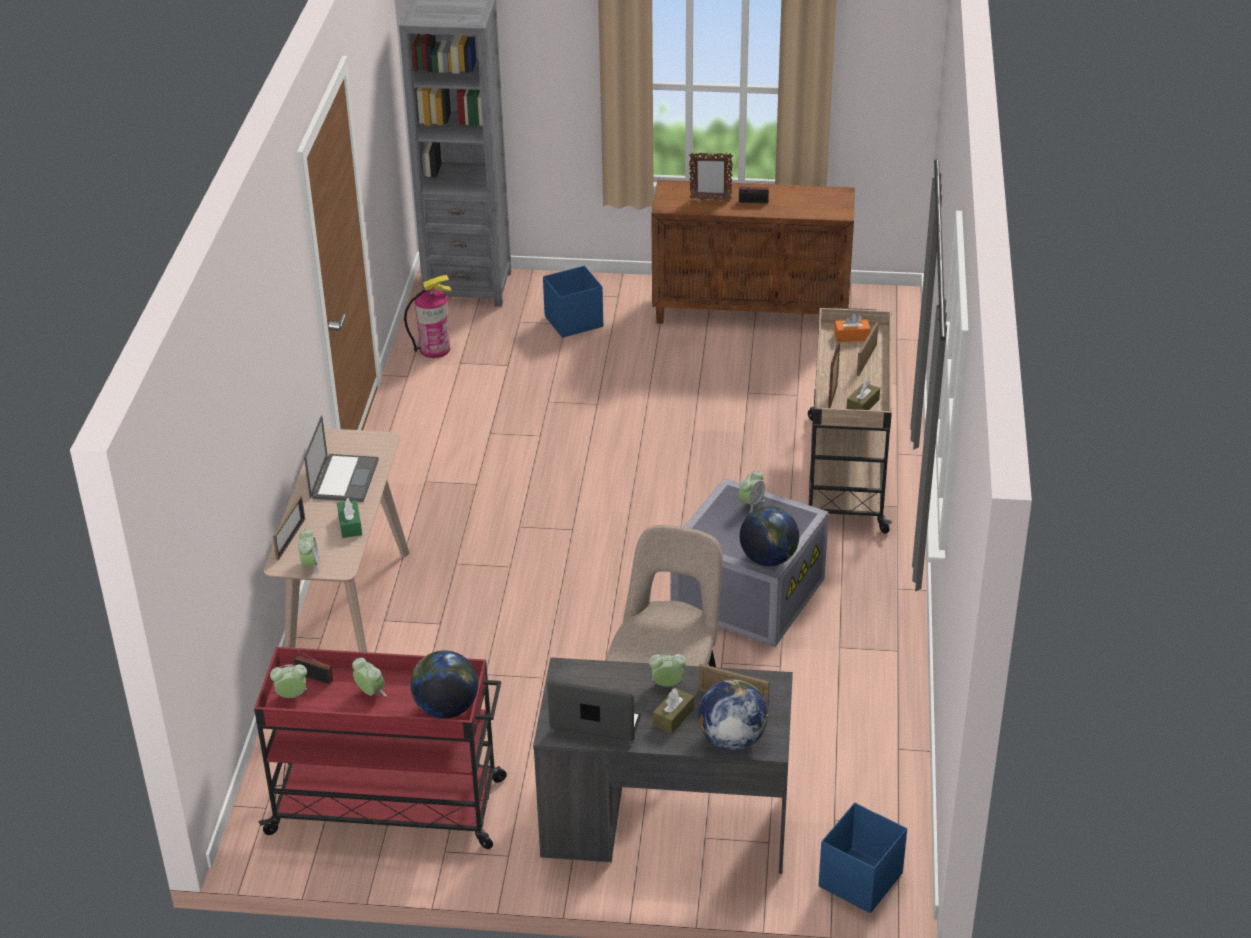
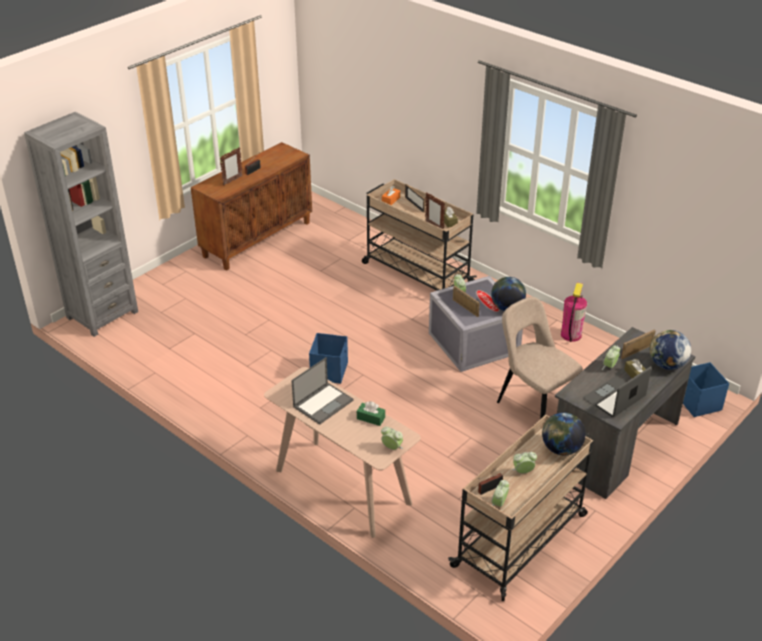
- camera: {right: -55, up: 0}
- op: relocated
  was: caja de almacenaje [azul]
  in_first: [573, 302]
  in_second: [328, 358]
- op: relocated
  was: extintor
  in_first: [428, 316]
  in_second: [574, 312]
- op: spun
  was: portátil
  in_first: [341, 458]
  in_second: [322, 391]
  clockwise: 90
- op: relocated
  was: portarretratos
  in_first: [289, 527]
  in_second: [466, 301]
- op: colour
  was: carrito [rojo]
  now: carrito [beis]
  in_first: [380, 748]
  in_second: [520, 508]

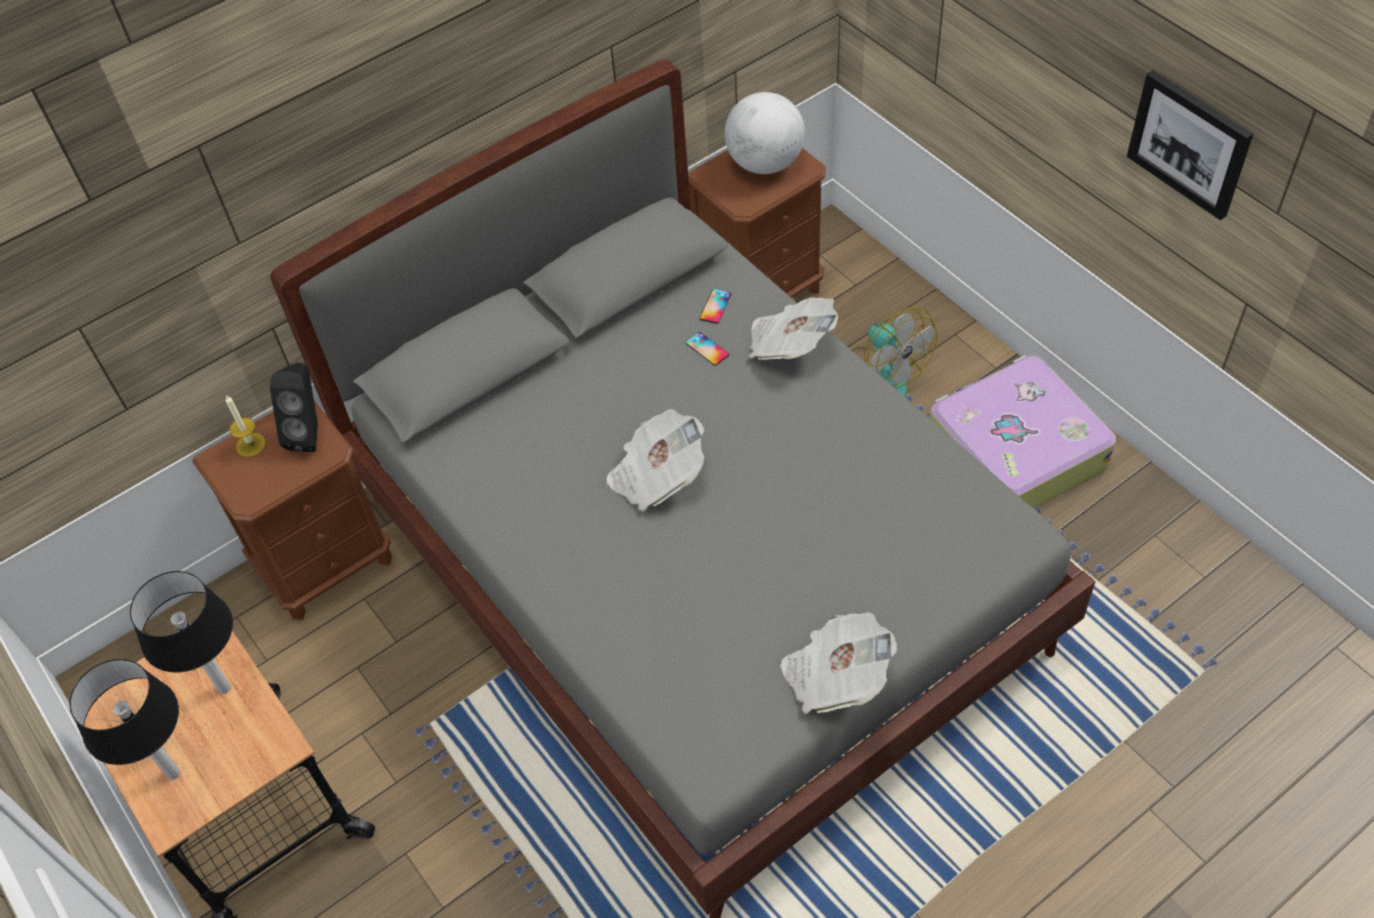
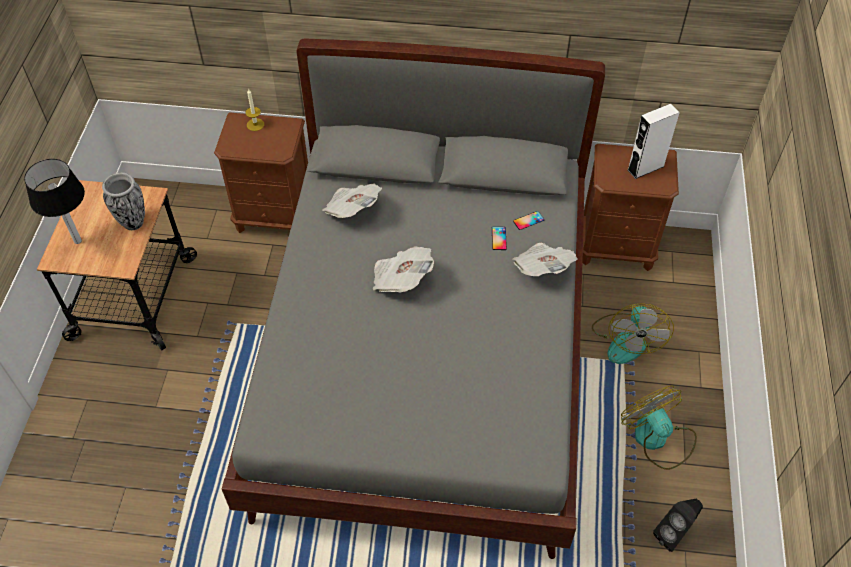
- camera: {right: 40, up: 0}
- op: missing
  was: cuadro
  in_first: [1190, 145]
- op: exchanged
  was: globo terráqueo
  now: altavoz [blanco]
  in_first: [765, 133]
  in_second: [654, 141]
- op: exchanged
  was: maleta
  now: ventilador
  in_first: [1023, 432]
  in_second: [659, 427]
- op: relocated
  was: altavoz [negro]
  in_first: [294, 407]
  in_second: [678, 525]
- op: exchanged
  was: lámpara de mesa
  now: florero
  in_first: [181, 632]
  in_second: [123, 201]
- op: relocated
  was: periódico
  in_first: [838, 662]
  in_second: [352, 201]

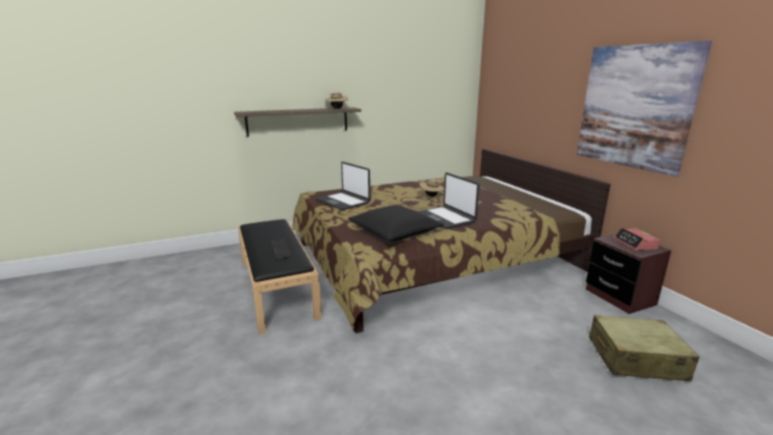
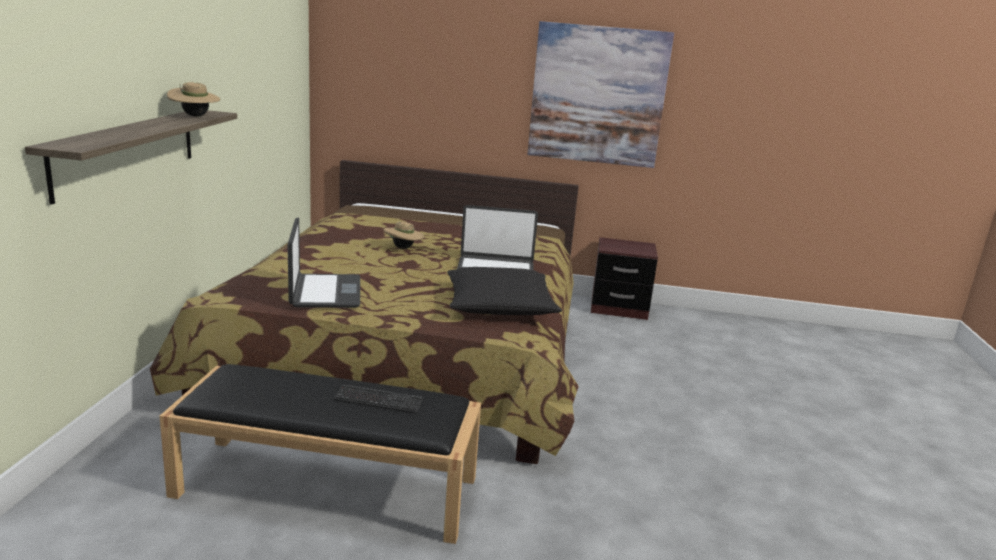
- camera: {right: -60, up: 0}
- op: spun
  was: portátil
  in_first: [343, 186]
  in_second: [323, 262]
  clockwise: -90
- op: missing
  was: despertador
  in_first: [637, 239]
- op: missing
  was: maleta [beis]
  in_first: [644, 348]

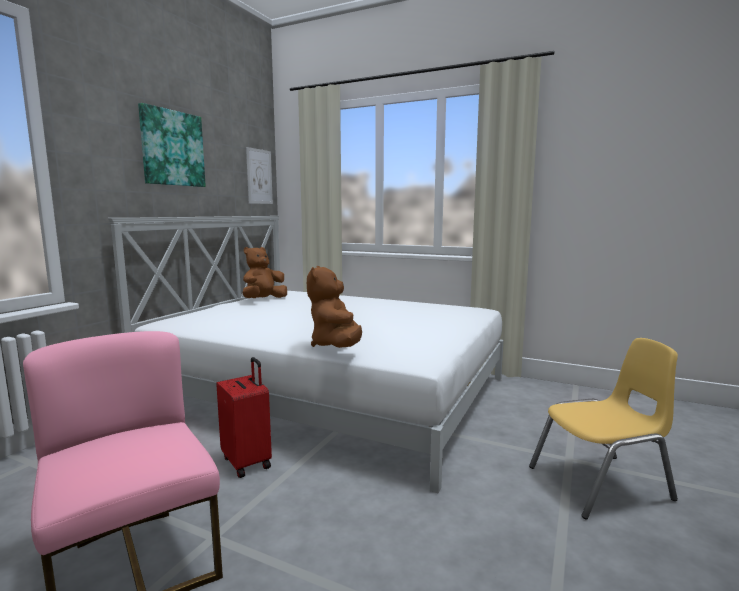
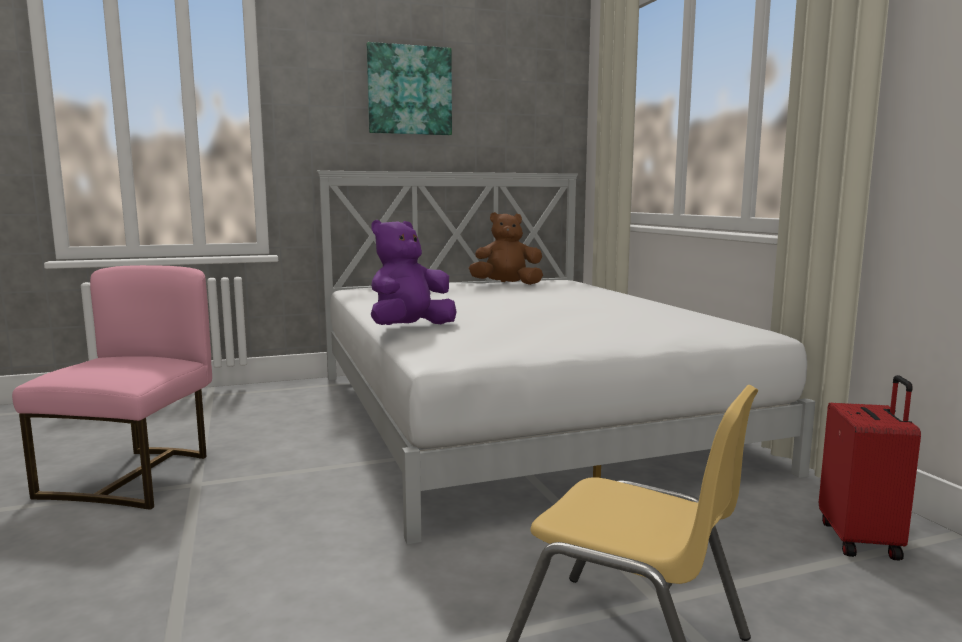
- camera: {right: 45, up: 0}
- op: missing
  was: cuadro
  in_first: [259, 175]
- op: colour
  was: peluche [marrón]
  now: peluche [morado]
  in_first: [334, 307]
  in_second: [414, 272]
- op: relocated
  was: maleta [rojo]
  in_first: [244, 417]
  in_second: [870, 468]

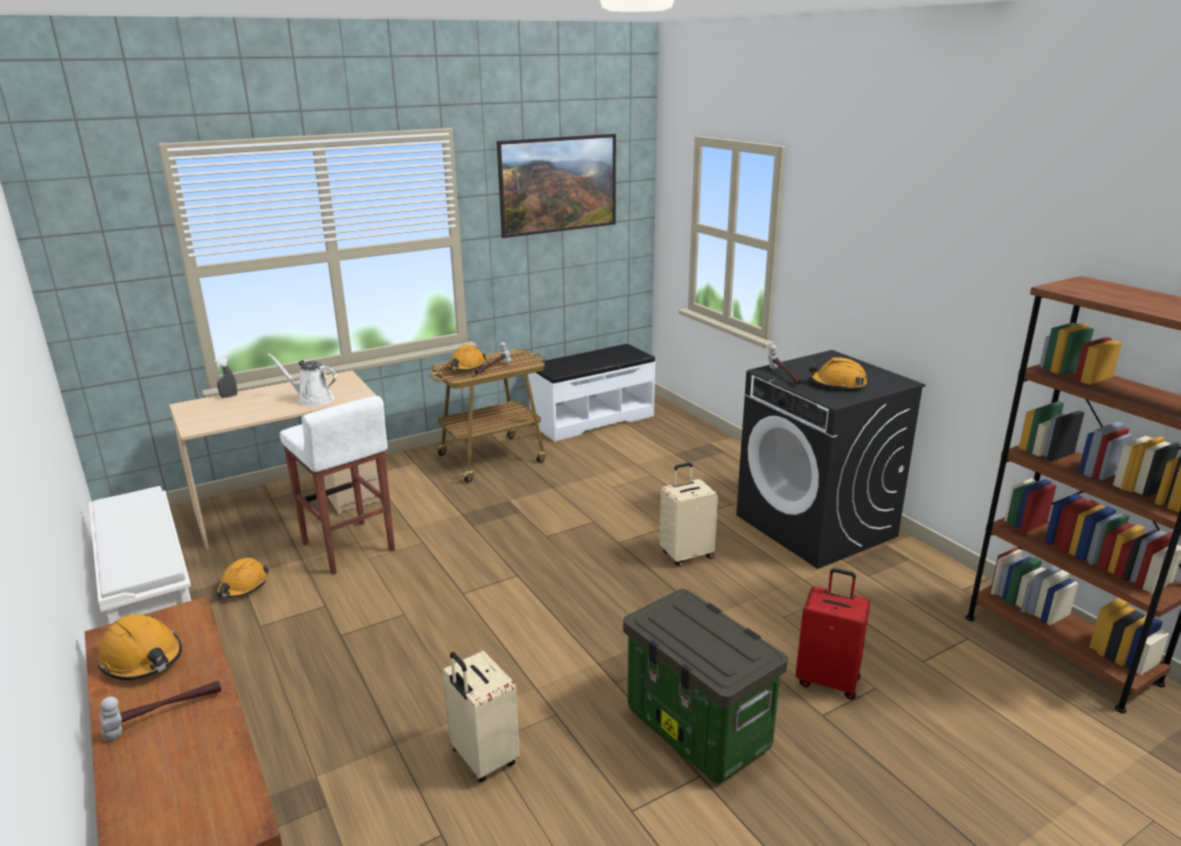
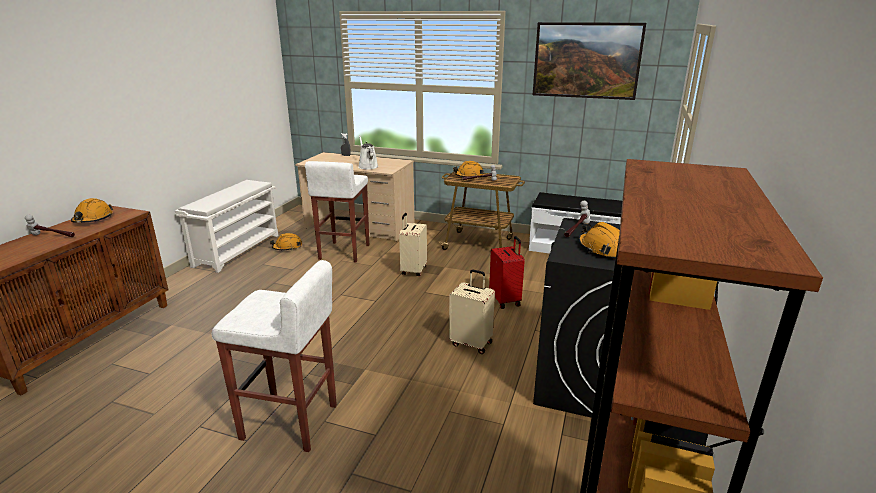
- camera: {right: 50, up: 0}
- op: relocated
  was: maleta [rojo]
  in_first: [833, 634]
  in_second: [507, 272]
- op: exchanged
  was: caja de almacenaje
  now: taburete [blanco]
  in_first: [705, 686]
  in_second: [274, 356]
- op: relocated
  was: maleta [beis]
  in_first: [481, 716]
  in_second: [413, 244]

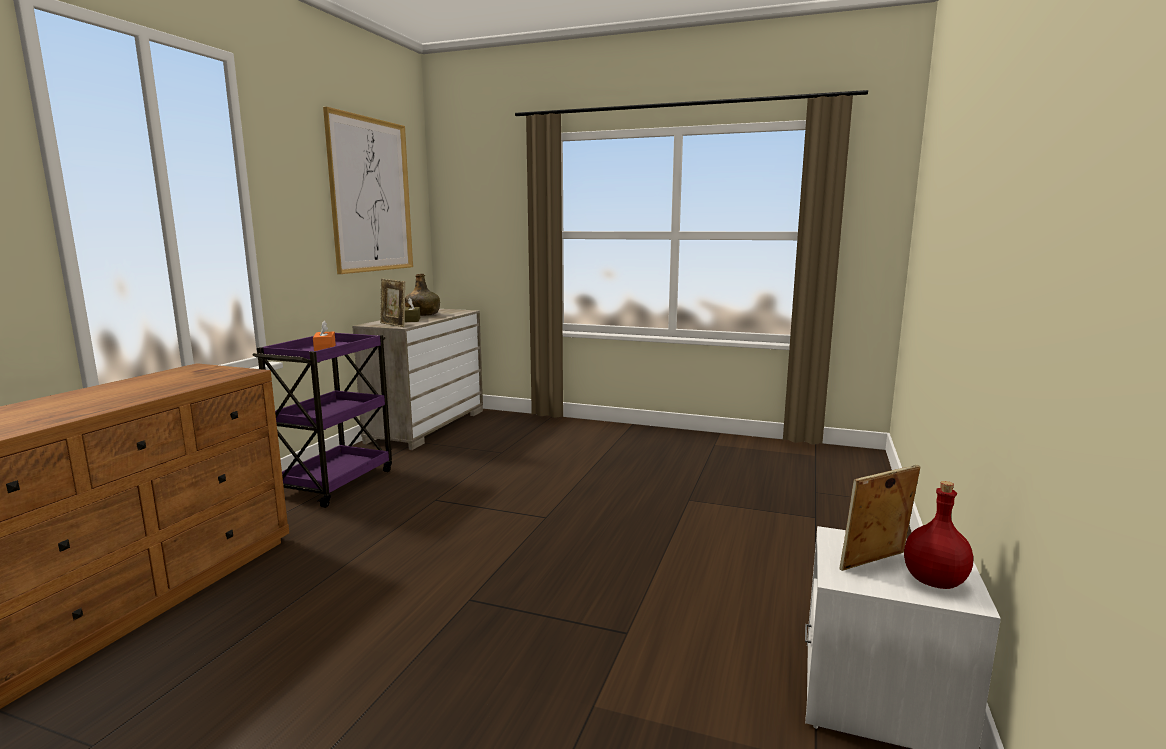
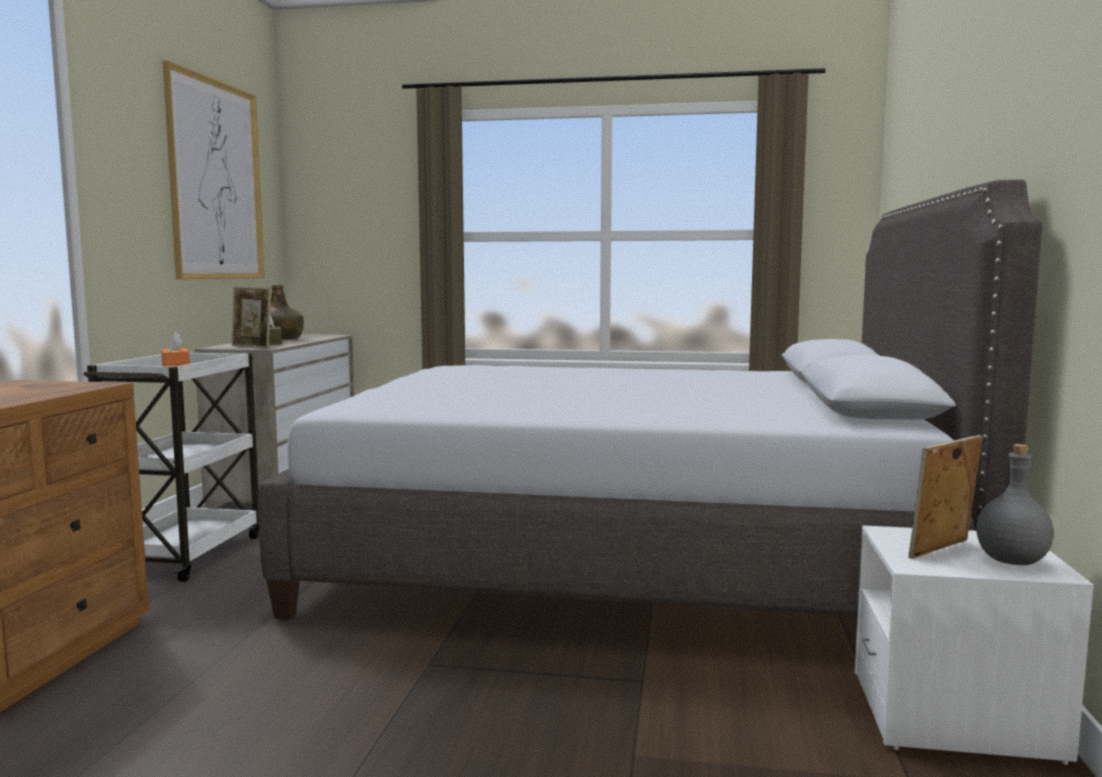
- camera: {right: -10, up: -5}
- op: colour
  was: carrito [morado]
  now: carrito [blanco]
  in_first: [322, 420]
  in_second: [171, 467]
- op: colour
  was: botella [rojo]
  now: botella [gris]
  in_first: [938, 535]
  in_second: [1015, 504]
- op: appeared
  now: cama [gris]
  in_second: [650, 400]

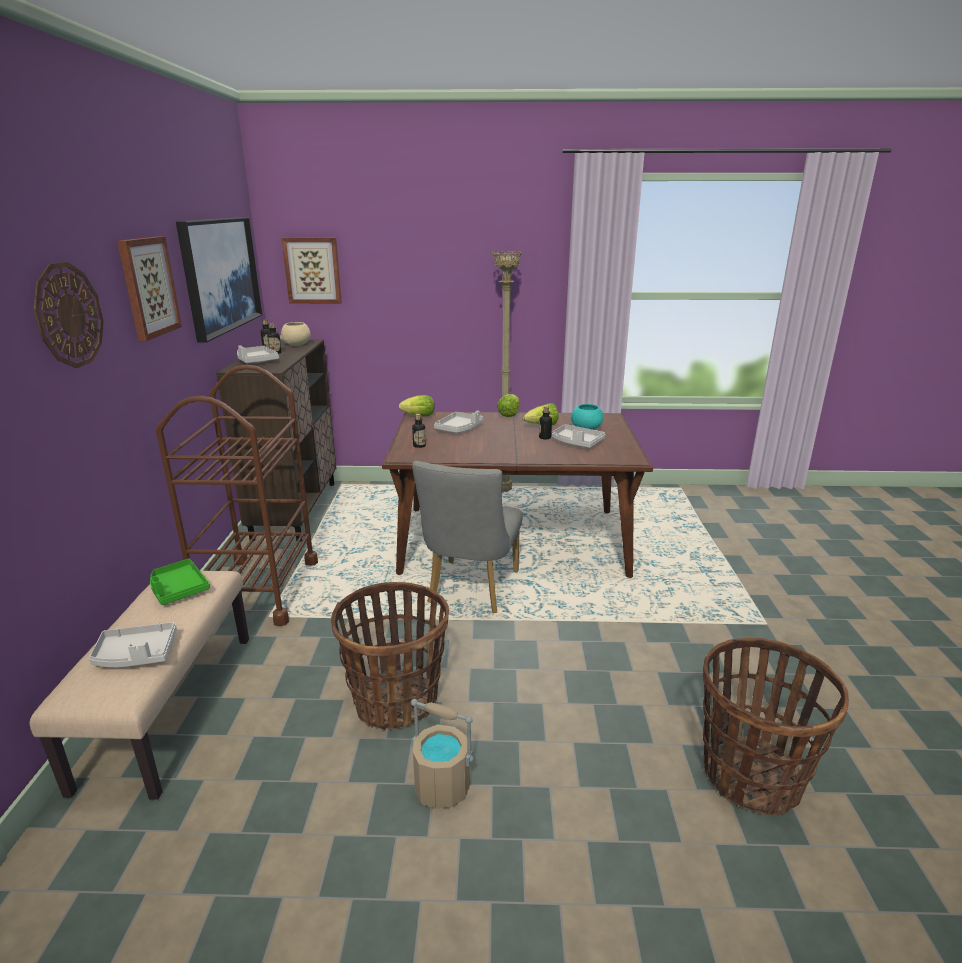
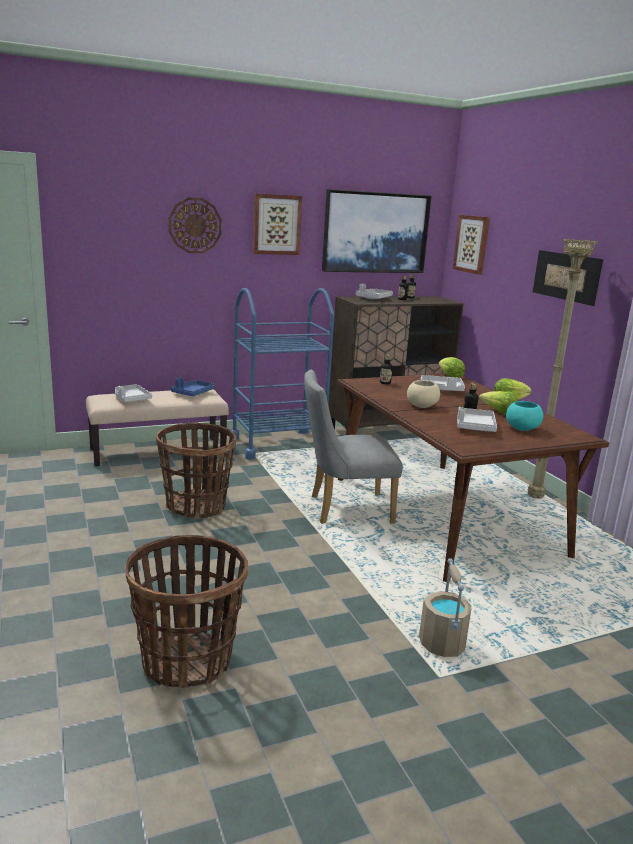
- camera: {right: 65, up: -5}
- op: relocated
  was: cuenco [beis]
  in_first: [295, 334]
  in_second: [423, 394]
- op: colour
  was: carrito [marrón]
  now: carrito [azul]
  in_first: [237, 495]
  in_second: [282, 374]
- op: colour
  was: bandeja [verde]
  now: bandeja [azul]
  in_first: [180, 582]
  in_second: [193, 386]
- op: relocated
  was: cubo [beis]
  in_first: [442, 754]
  in_second: [445, 607]
- op: appeared
  now: cuadro
  in_second: [568, 278]

